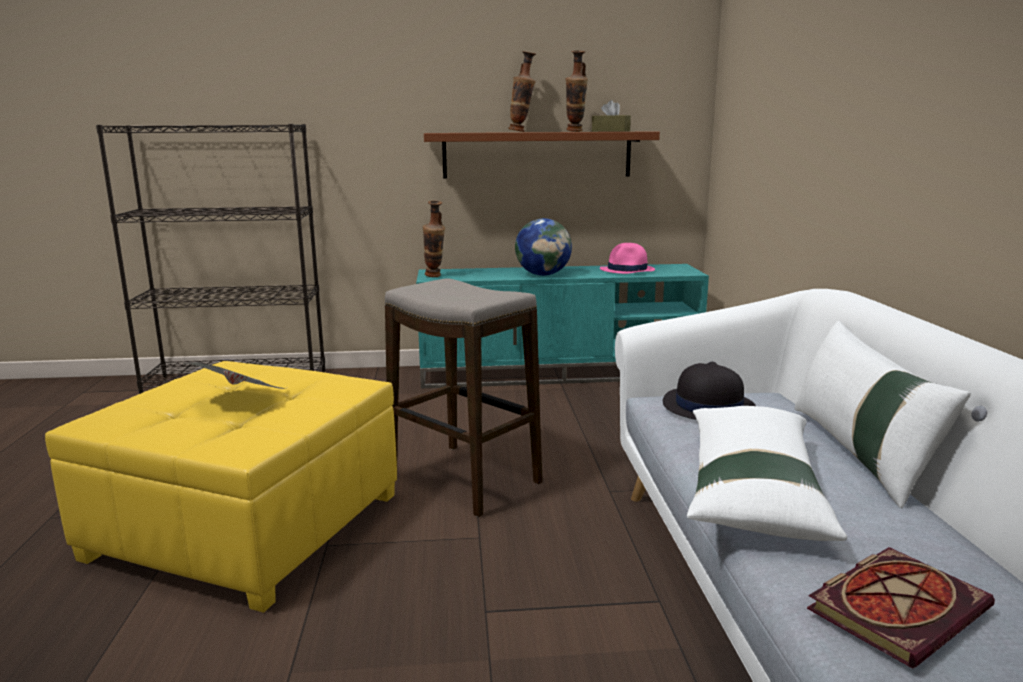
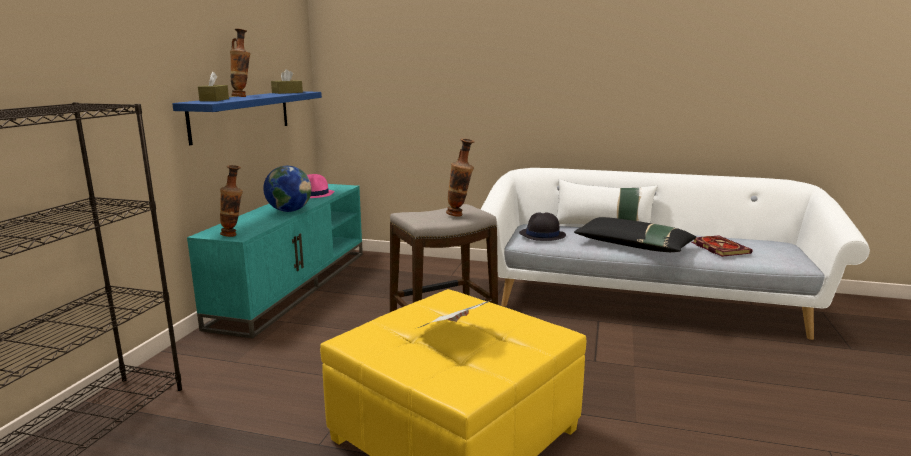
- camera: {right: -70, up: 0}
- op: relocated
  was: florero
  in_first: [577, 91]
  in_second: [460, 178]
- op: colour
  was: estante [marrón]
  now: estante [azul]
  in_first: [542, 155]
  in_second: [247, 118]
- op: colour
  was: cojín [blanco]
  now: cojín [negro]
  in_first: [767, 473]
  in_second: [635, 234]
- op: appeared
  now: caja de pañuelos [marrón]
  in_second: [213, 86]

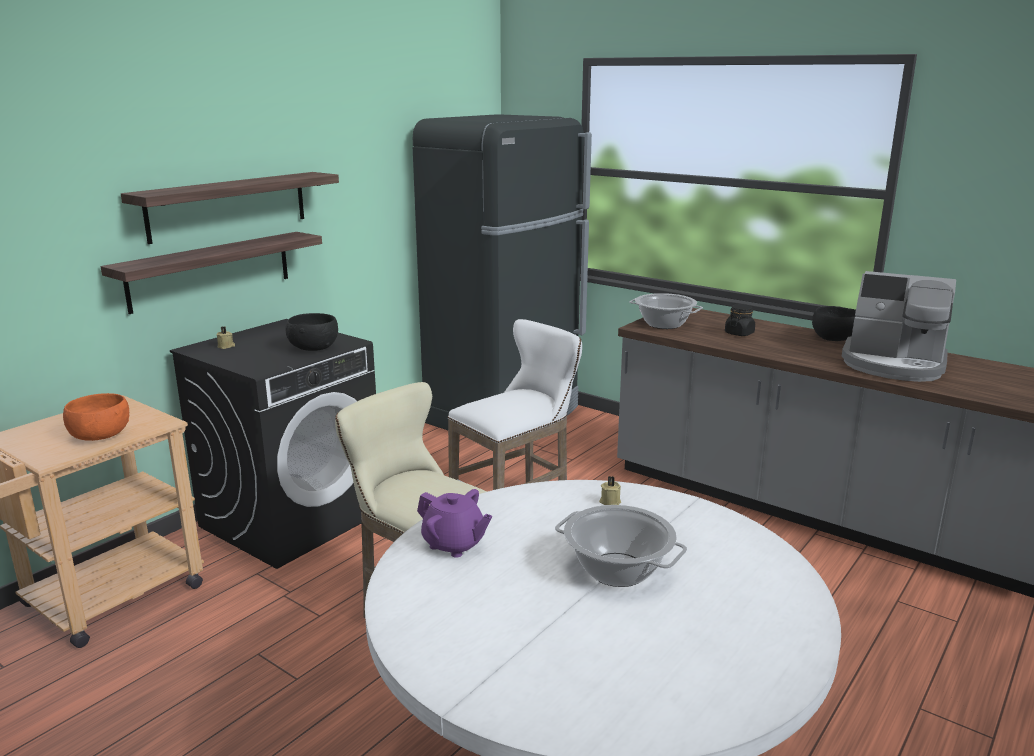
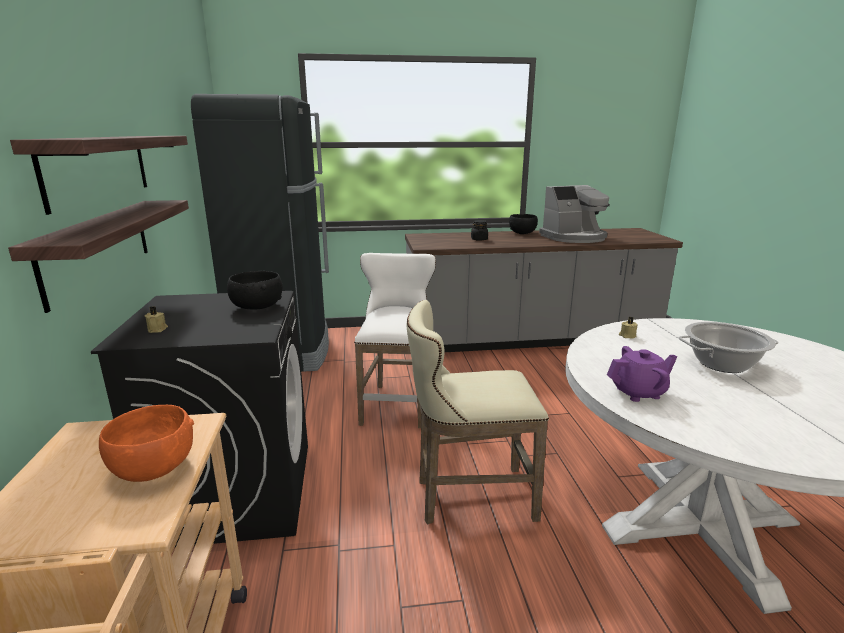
- camera: {right: -45, up: 0}
- op: missing
  was: olla
  in_first: [666, 311]

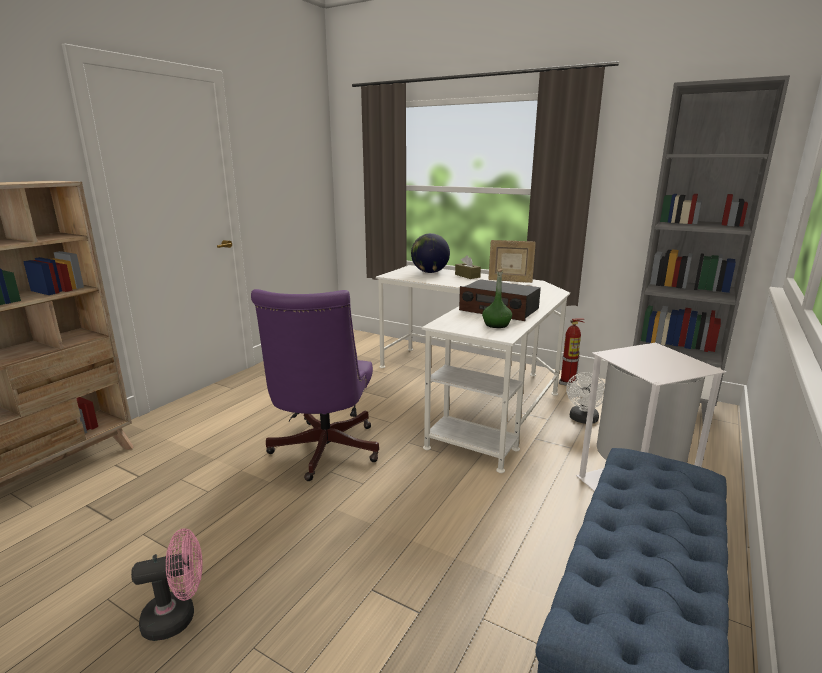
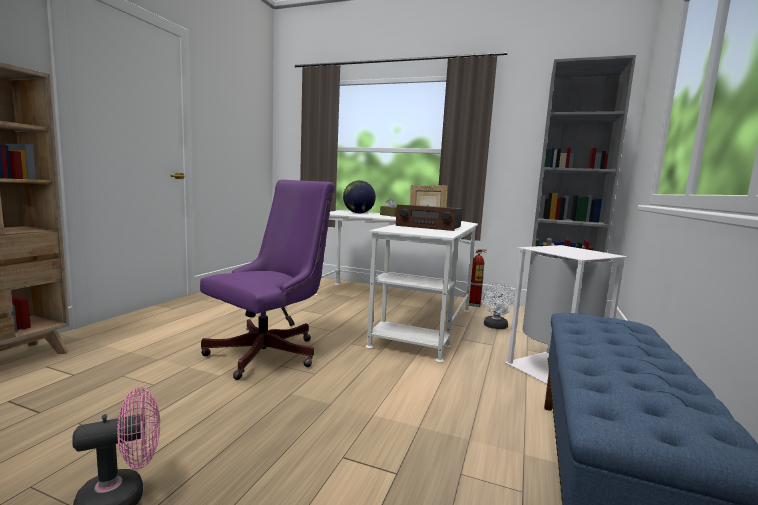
- camera: {right: -10, up: -10}
- op: missing
  was: botella [verde]
  in_first: [497, 298]
- op: spun
  was: silla de oficina [morado]
  in_first: [315, 385]
  in_second: [267, 280]
  clockwise: -135

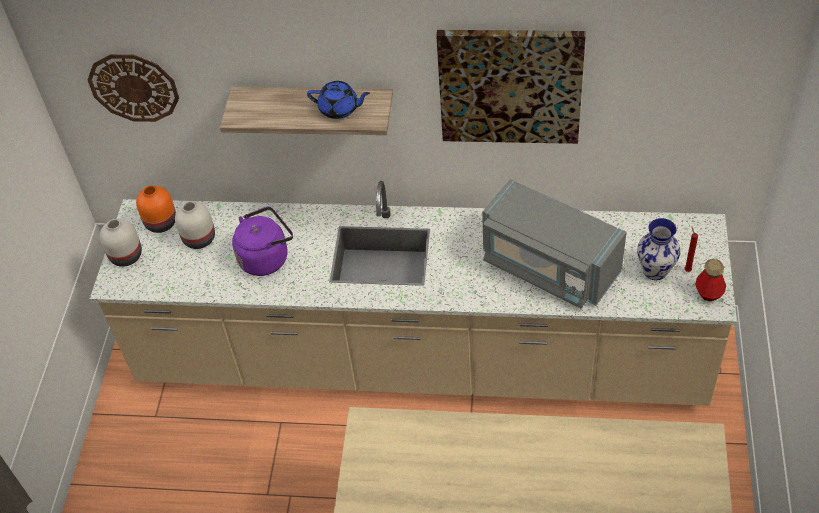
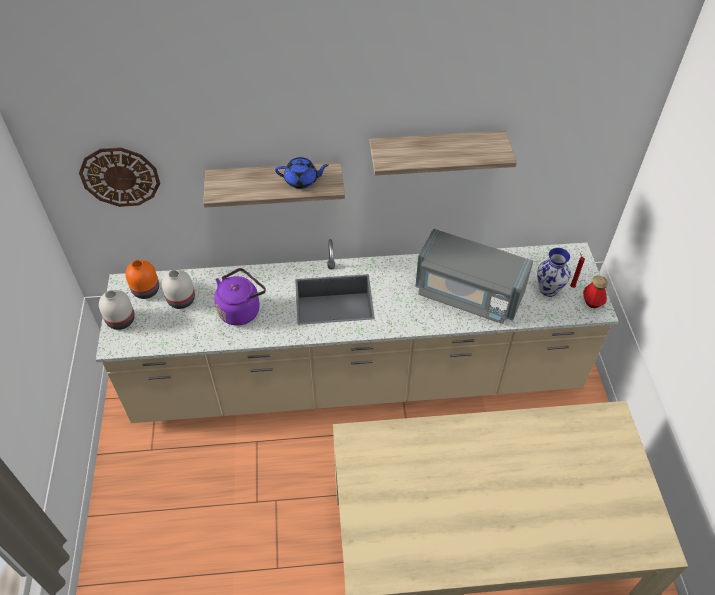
- camera: {right: -15, up: 0}
- op: exchanged
  was: cuadro
  now: estante
  in_first: [510, 87]
  in_second: [443, 153]

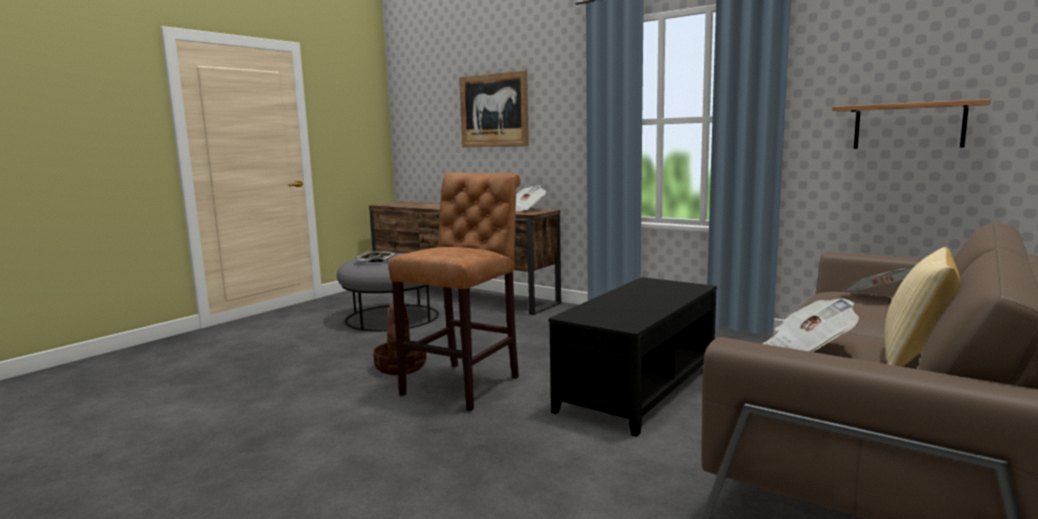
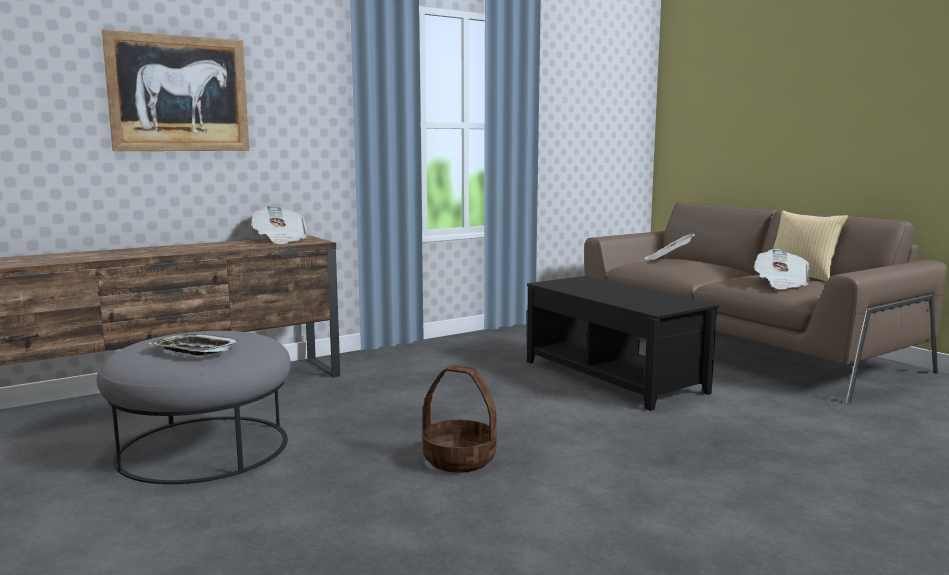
- camera: {right: -70, up: 0}
- op: missing
  was: estante
  in_first: [911, 124]
- op: missing
  was: taburete [marrón]
  in_first: [454, 292]

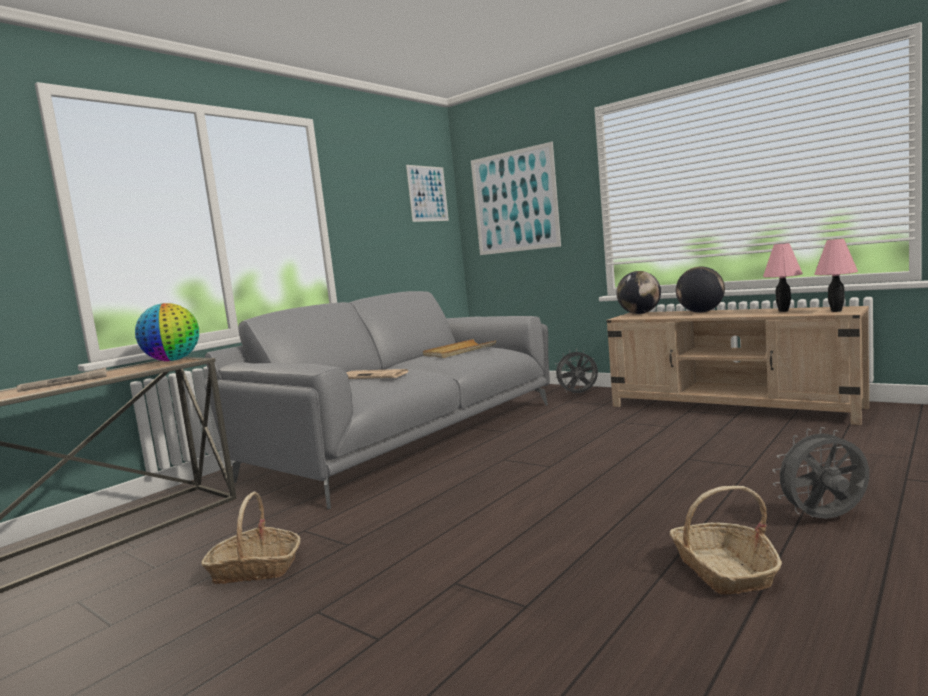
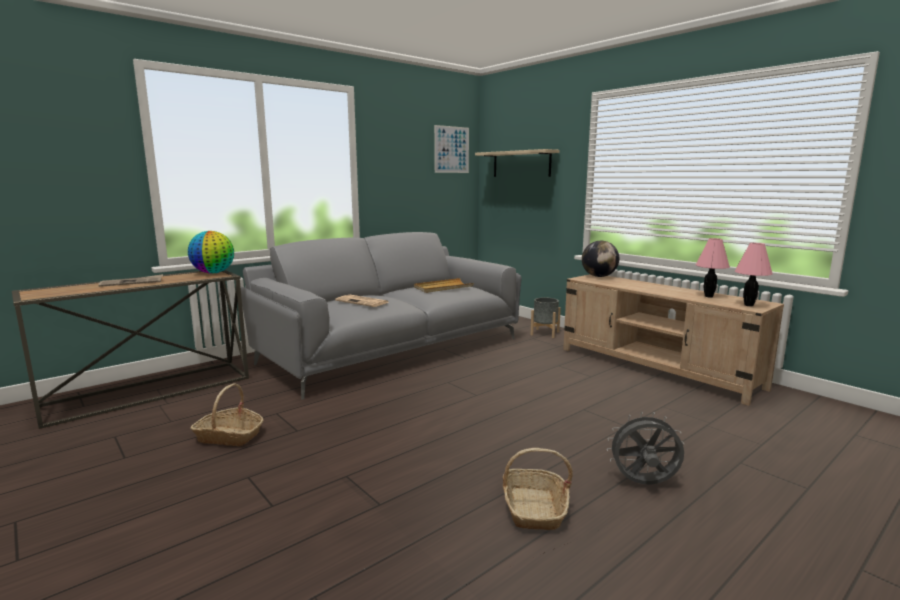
- camera: {right: 10, up: 5}
- op: exchanged
  was: cuadro
  now: estante [beis]
  in_first: [516, 198]
  in_second: [517, 163]
- op: missing
  was: globo terráqueo
  in_first: [700, 290]
- op: exchanged
  was: ventilador [gris]
  now: maceta [gris]
  in_first: [575, 371]
  in_second: [546, 317]

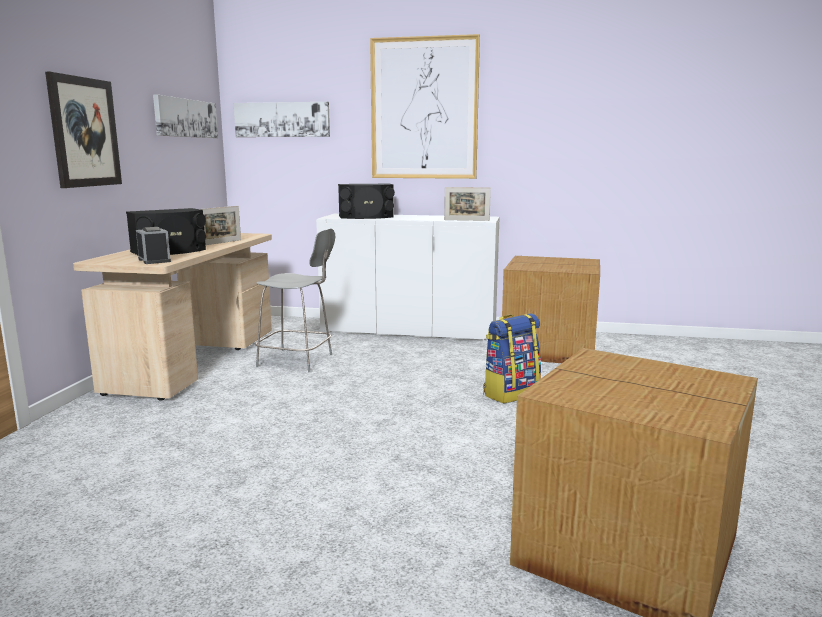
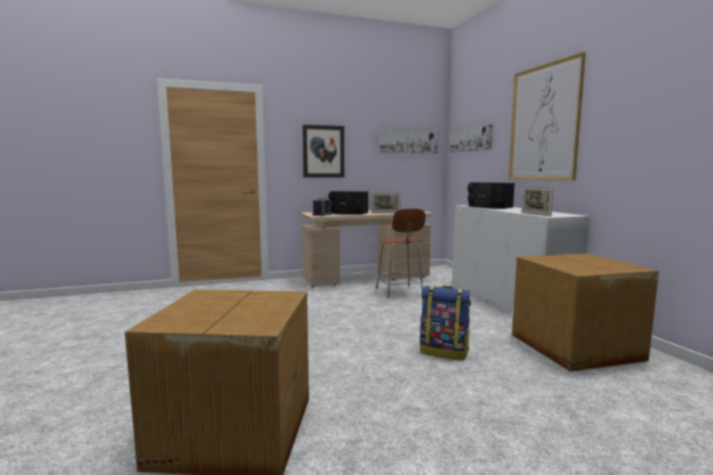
- camera: {right: 60, up: -5}
- op: colour
  was: taburete [gris]
  now: taburete [marrón]
  in_first: [295, 300]
  in_second: [401, 254]

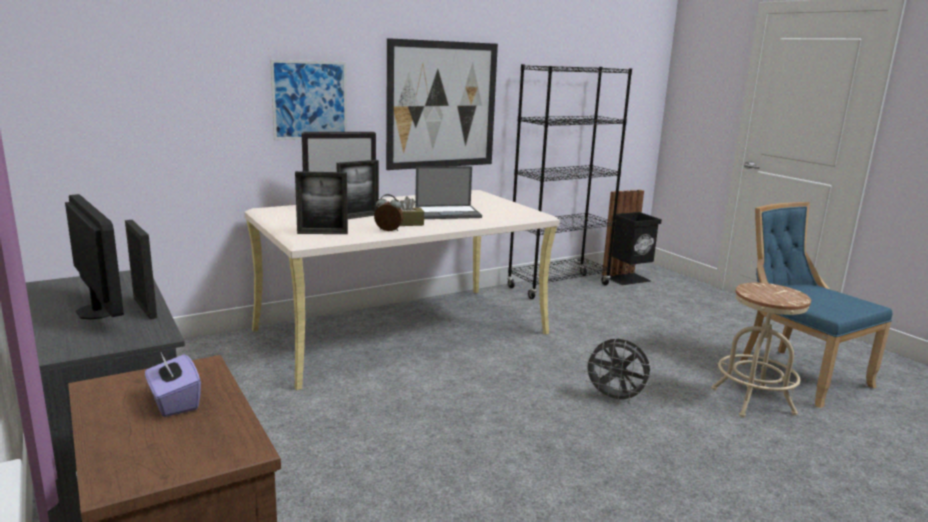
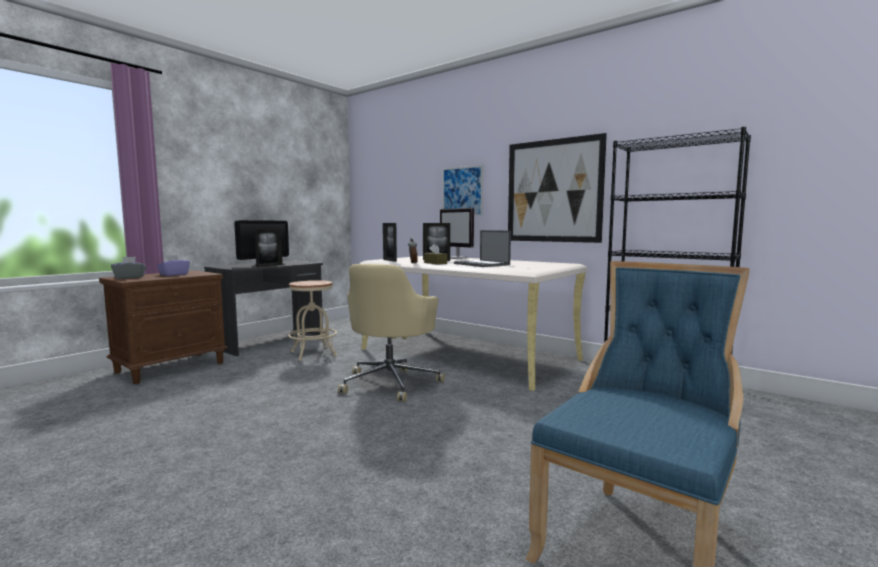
- camera: {right: 70, up: -10}
- op: missing
  was: papelera [negro]
  in_first: [632, 237]
- op: relocated
  was: taburete [beis]
  in_first: [761, 350]
  in_second: [312, 320]
- op: missing
  was: ventilador [gris]
  in_first: [617, 371]
- op: appeared
  now: caja de pañuelos [gris]
  in_second: [128, 268]
- op: appeared
  now: silla de oficina [beis]
  in_second: [391, 333]

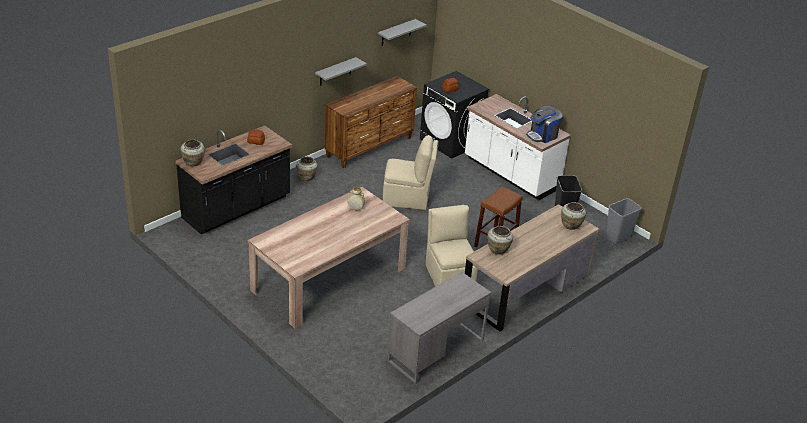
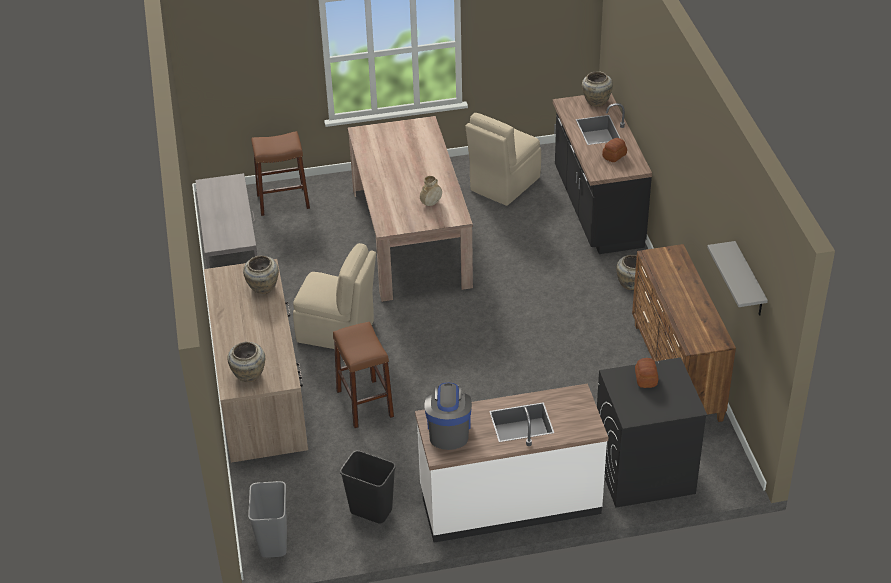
- camera: {right: 125, up: 5}
- op: missing
  was: estante [gris]
  in_first: [341, 71]
- op: relocated
  was: silla [beis]
  in_first: [410, 172]
  in_second: [503, 159]
- op: appeared
  now: taburete [marrón]
  in_second: [280, 173]

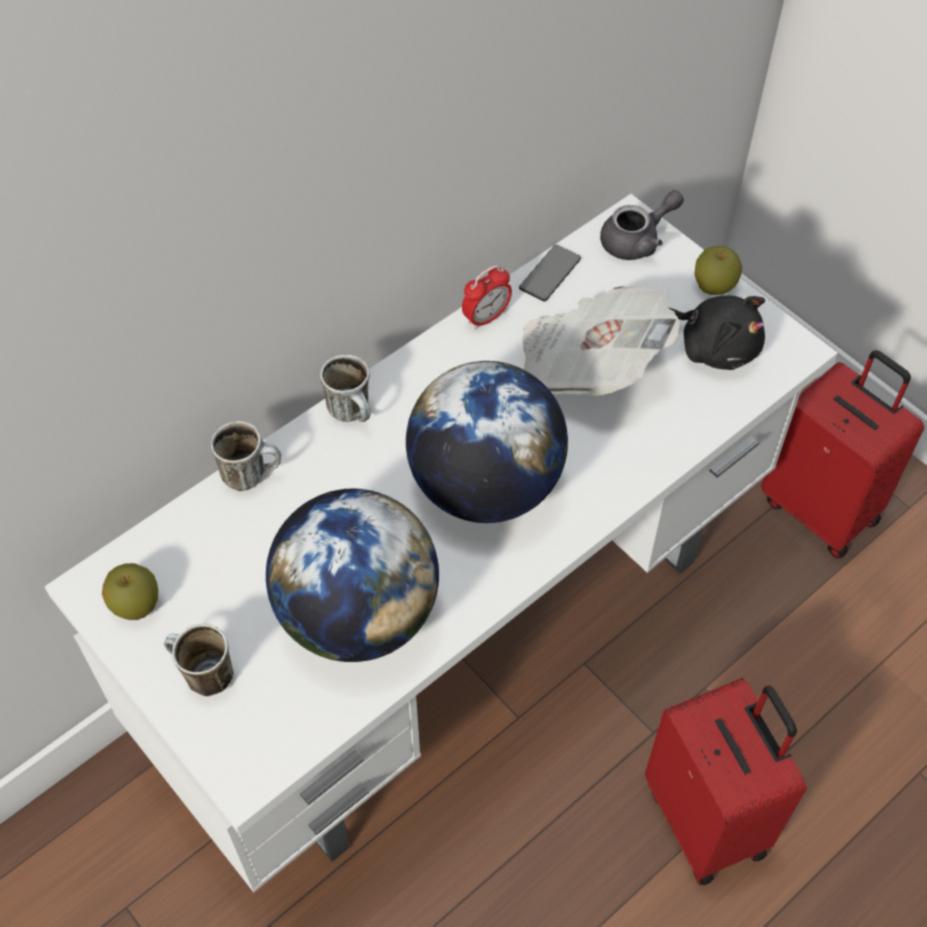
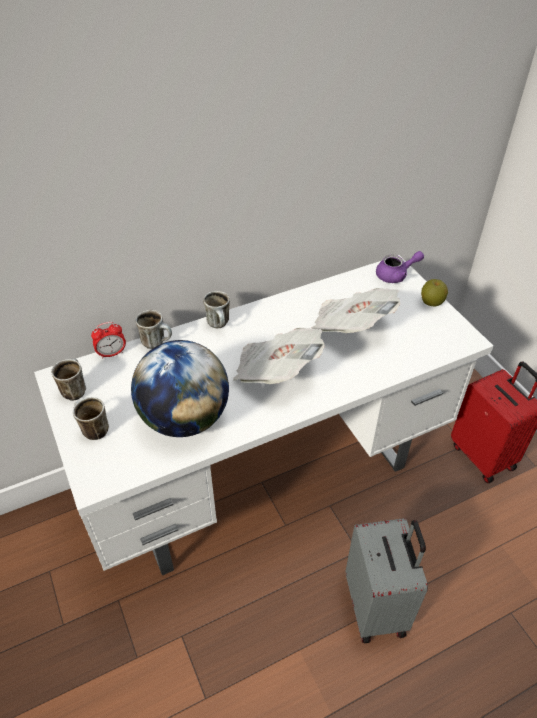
- camera: {right: 15, up: -10}
- op: colour
  was: tetera [gris]
  now: tetera [morado]
  in_first: [642, 225]
  in_second: [400, 267]
- op: missing
  was: móvil
  in_first: [550, 273]
- op: relocated
  was: despertador
  in_first: [487, 297]
  in_second: [108, 340]
- op: missing
  was: peluche [negro]
  in_first: [717, 332]
- op: exchanged
  was: globo terráqueo
  now: periódico
  in_first: [487, 442]
  in_second: [279, 356]
- op: exchanged
  was: manzana
  now: taza grande
  in_first: [130, 591]
  in_second: [68, 380]
- op: colour
  was: maleta [rojo]
  now: maleta [gris]
  in_first: [725, 781]
  in_second: [387, 580]

